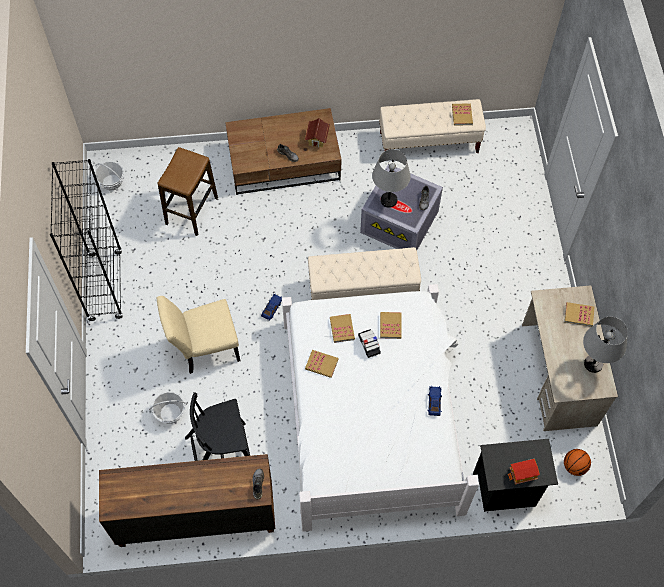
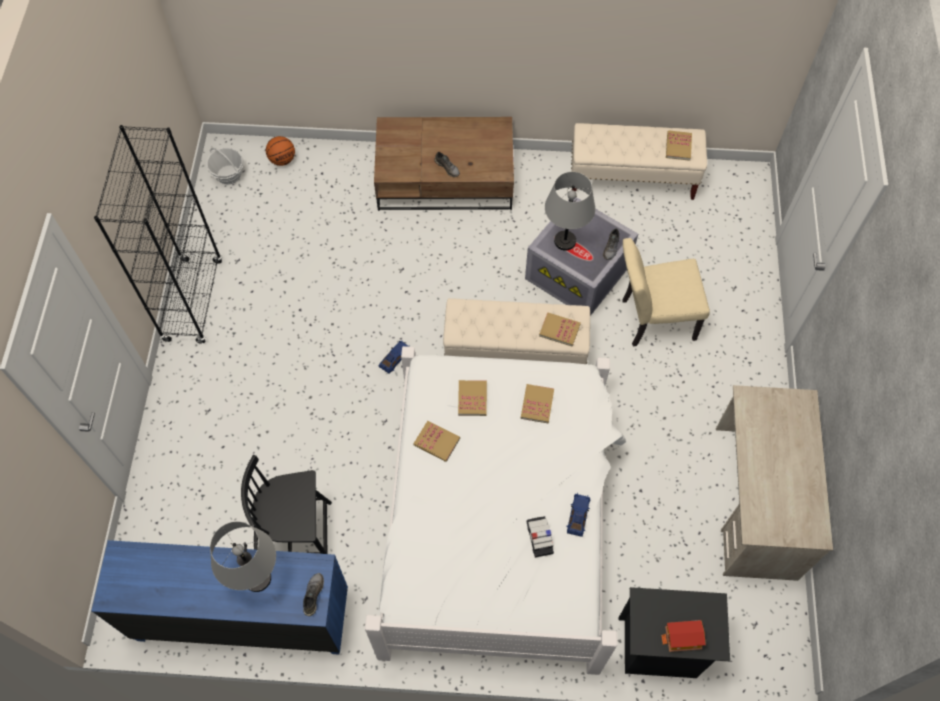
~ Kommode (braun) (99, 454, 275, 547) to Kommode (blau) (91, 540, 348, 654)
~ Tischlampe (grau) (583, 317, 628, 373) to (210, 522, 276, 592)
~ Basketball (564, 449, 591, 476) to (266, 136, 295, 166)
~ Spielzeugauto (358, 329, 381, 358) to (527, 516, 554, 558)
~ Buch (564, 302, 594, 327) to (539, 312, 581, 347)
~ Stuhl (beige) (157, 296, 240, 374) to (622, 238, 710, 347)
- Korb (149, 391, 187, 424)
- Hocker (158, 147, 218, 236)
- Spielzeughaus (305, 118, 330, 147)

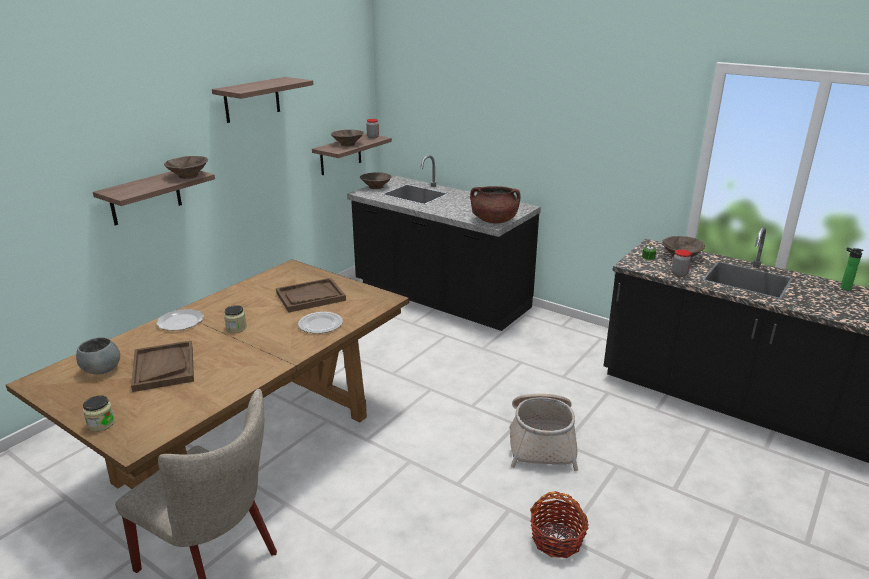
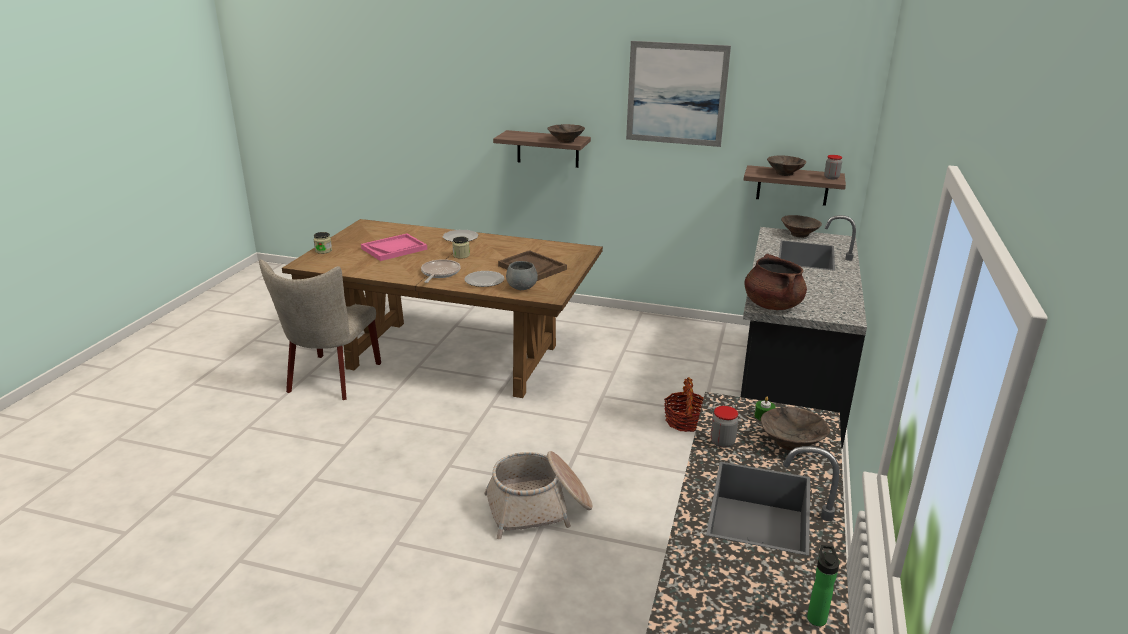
~ Tablett (braun) (131, 341, 194, 392) to Tablett (rosa) (361, 233, 427, 261)
+ Pfanne (421, 259, 461, 283)
~ Schüssel (grau) (76, 337, 120, 375) to (506, 261, 538, 290)
~ Wandregal (212, 77, 314, 123) to Bild (626, 41, 731, 147)
~ Korb (530, 491, 589, 558) to (664, 377, 704, 432)

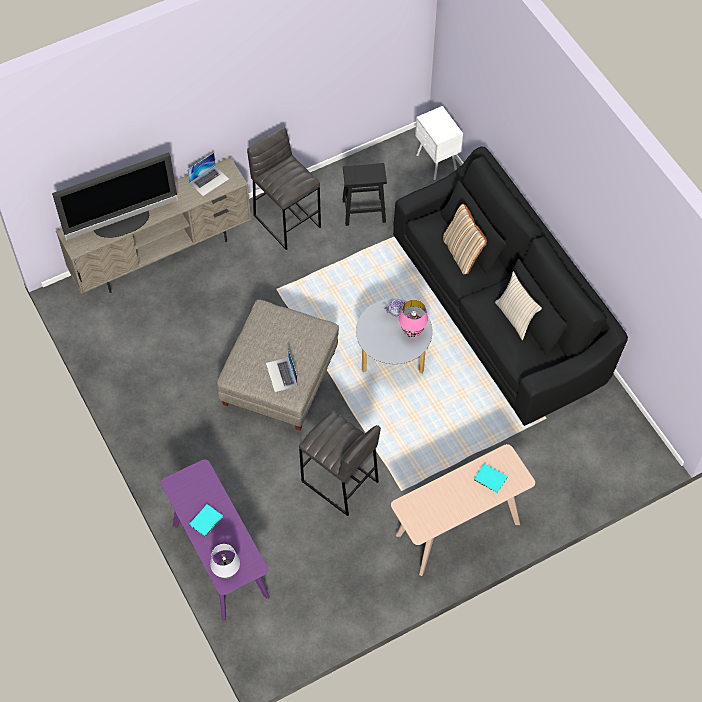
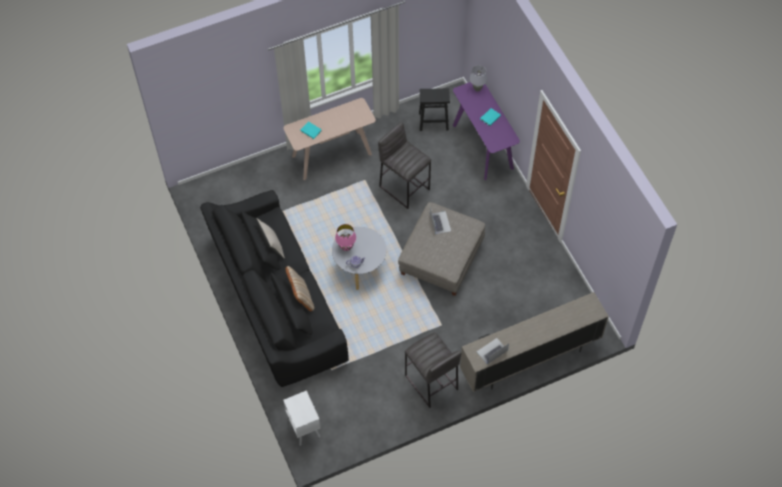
~ Hocker (schwarz) (343, 163, 387, 226) to (419, 88, 450, 131)
- Fernseher (52, 152, 178, 241)

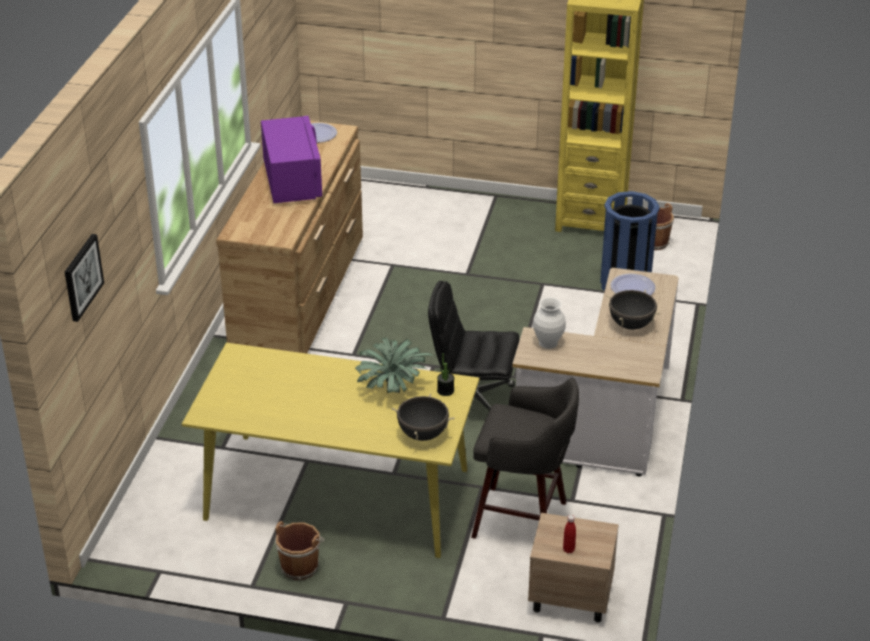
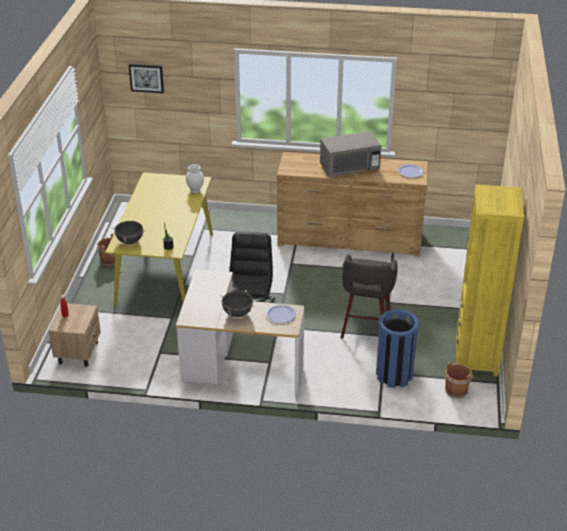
~ Vase (weiß) (533, 297, 566, 349) to (186, 164, 204, 193)
~ Mikrowelle (lila) (261, 116, 322, 203) to Mikrowelle (grau) (320, 131, 382, 177)
~ Hocker (grau) (471, 378, 579, 539) to (341, 254, 398, 339)
- Topfpflanze (355, 338, 434, 393)

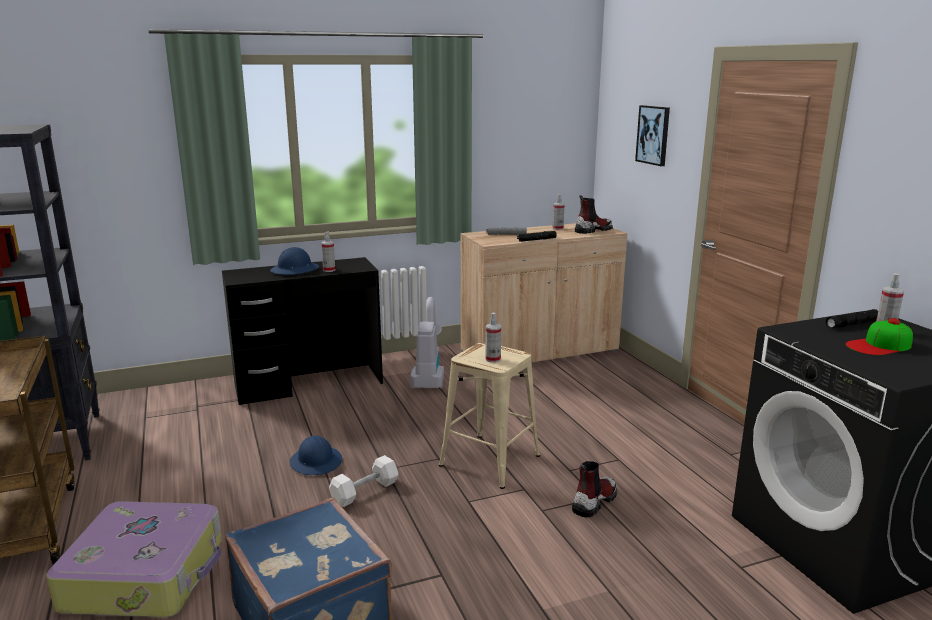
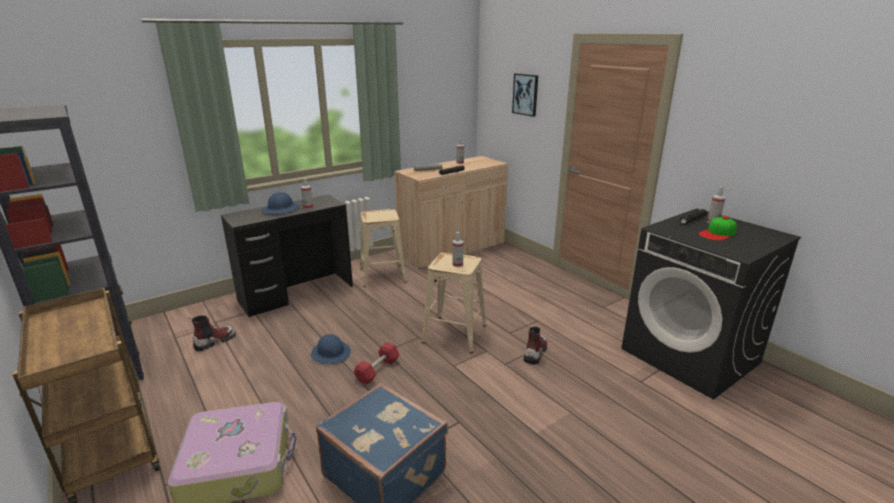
~ Stiefel (575, 195, 613, 234) to (188, 315, 236, 351)
~ Hantel (weiß) (329, 455, 399, 507) to Hantel (rot) (354, 342, 400, 385)
~ Staubsauger (410, 297, 444, 388) to Hocker (beige) (360, 209, 407, 287)

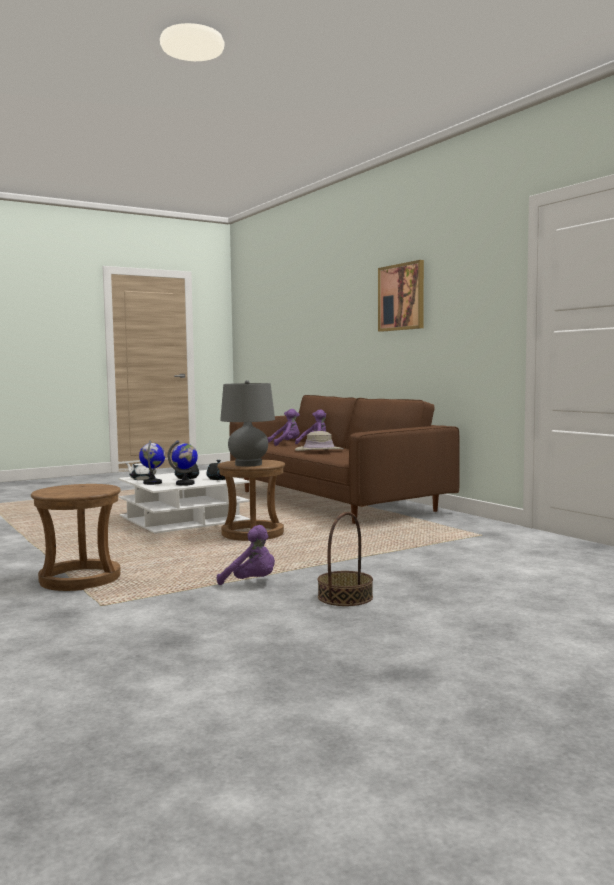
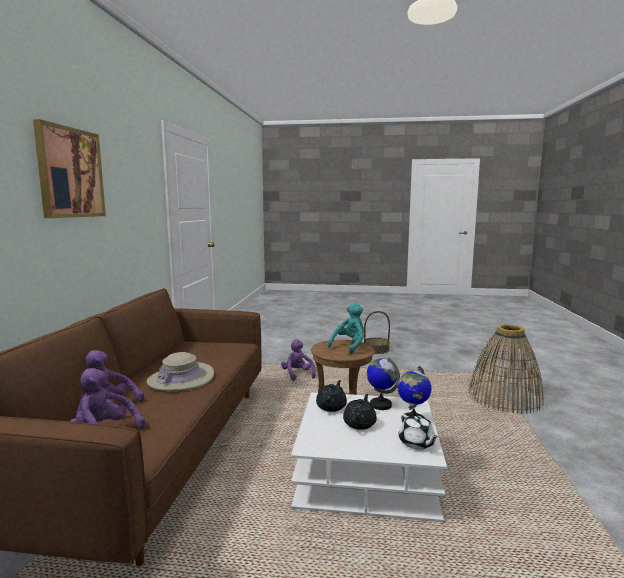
~ Plüschtier (lila) (217, 525, 275, 585) to (281, 339, 316, 381)
~ Tischlampe (grau) (220, 380, 275, 466) to Plüschtier (türkis) (328, 303, 364, 354)
~ Hocker (braun) (31, 484, 121, 591) to Korb (468, 324, 544, 414)

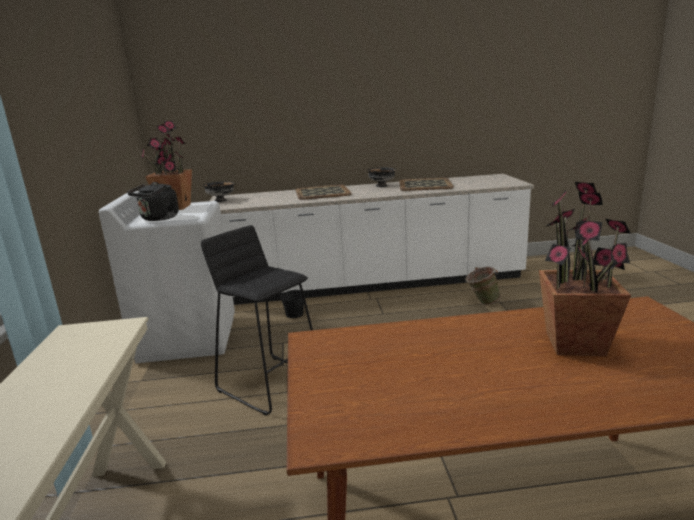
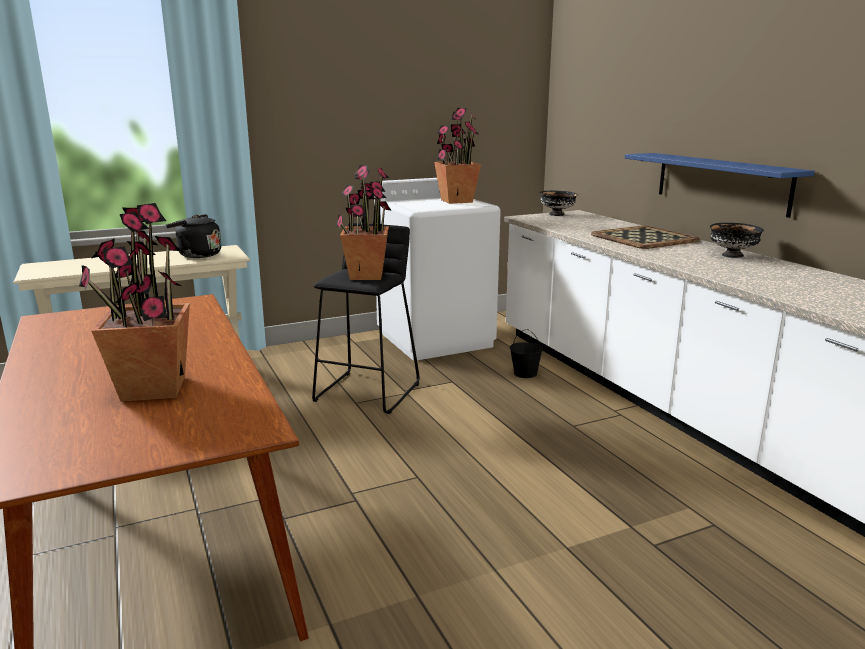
~ Wasserkessel (schwarz) (127, 182, 179, 221) to (166, 214, 221, 258)
+ Topfpflanze (336, 165, 391, 280)
+ Wandregal (blau) (625, 153, 815, 218)
- Tablett (399, 178, 454, 191)
- Eimer (grün) (465, 266, 501, 305)

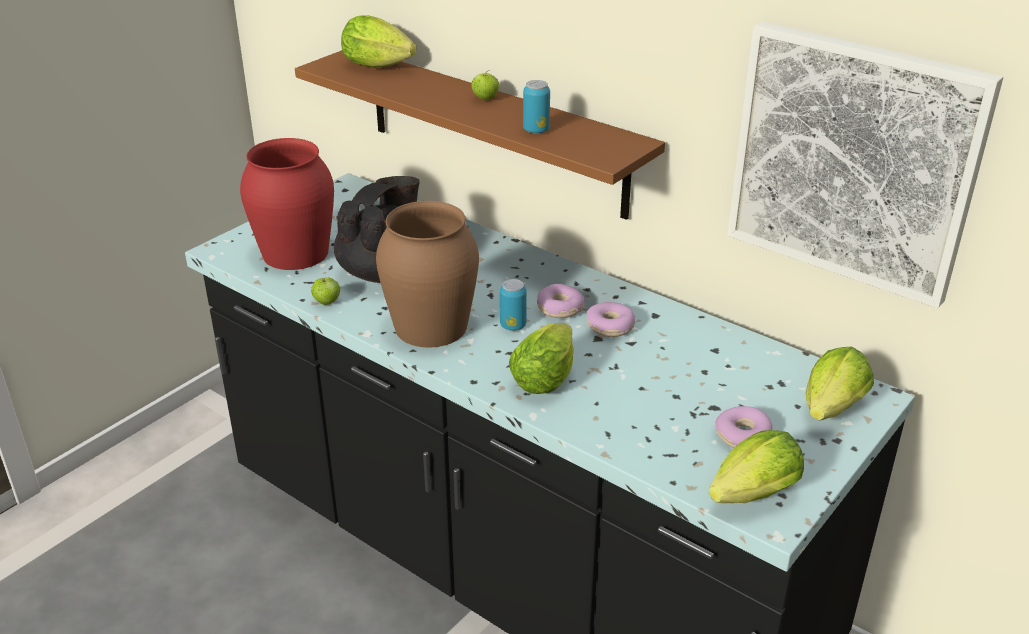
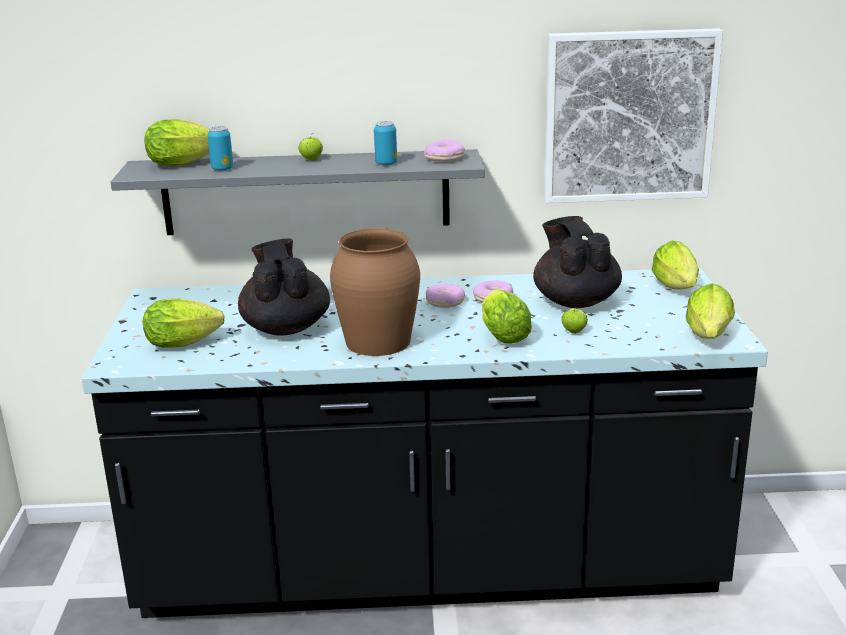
~ Wandregal (braun) (295, 50, 665, 220) to Wandregal (grau) (110, 149, 485, 235)
~ Vase (rot) (240, 138, 334, 270) to Salatkopf (143, 299, 225, 348)
~ Dose (500, 279, 527, 331) to (207, 126, 233, 171)
~ Donut (715, 406, 772, 448) to (424, 139, 465, 162)
+ Teekanne (schwarz) (533, 216, 622, 308)
~ Apfel (311, 278, 340, 305) to (561, 307, 588, 334)

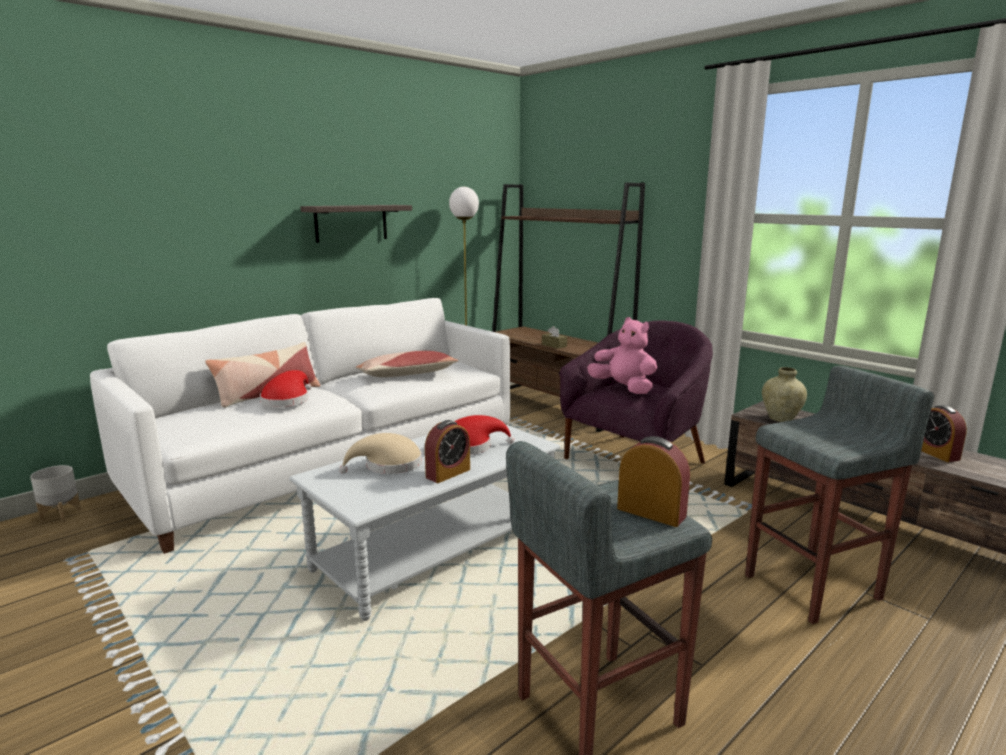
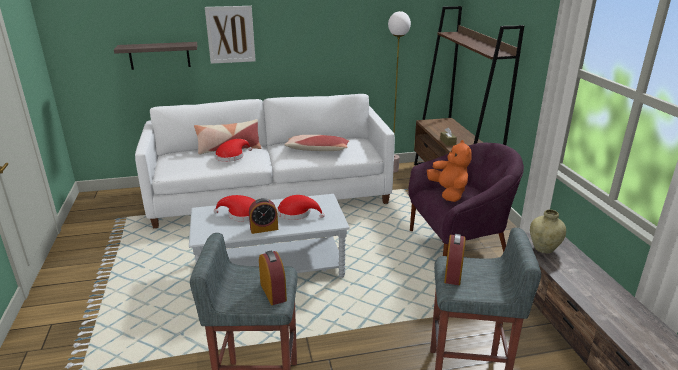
~ Wandregal (300, 205, 412, 243) to (114, 42, 197, 70)
+ Bild (205, 6, 256, 64)
~ Hut (beige) (339, 433, 422, 474) to Hut (rot) (214, 195, 256, 222)
~ Plüschtier (rosa) (587, 317, 657, 394) to Plüschtier (orange) (427, 140, 472, 202)
~ Wecker (921, 405, 967, 462) to (444, 234, 466, 285)
- Pflanzkübel (grau) (30, 465, 81, 522)

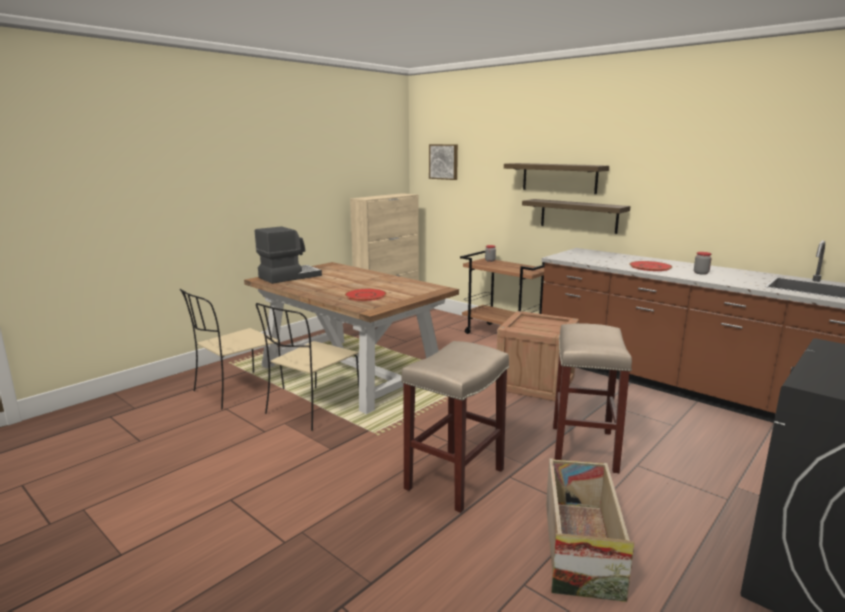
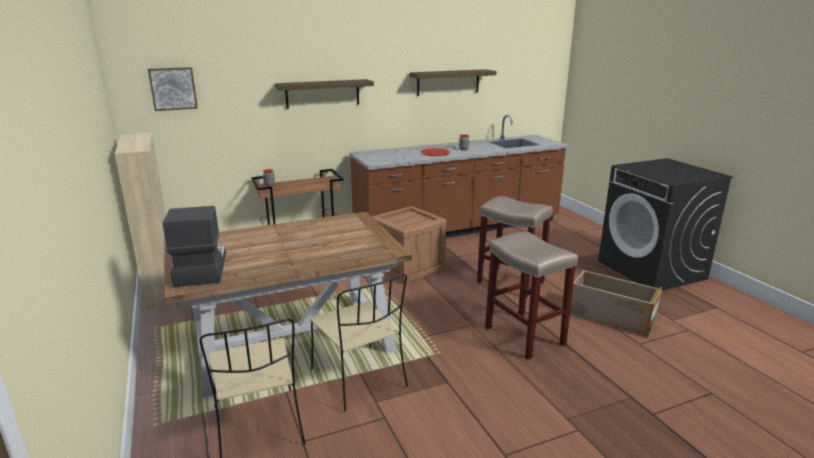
~ Wandregal (522, 199, 631, 234) to (409, 69, 497, 96)
- Teller (rot) (345, 288, 386, 301)

